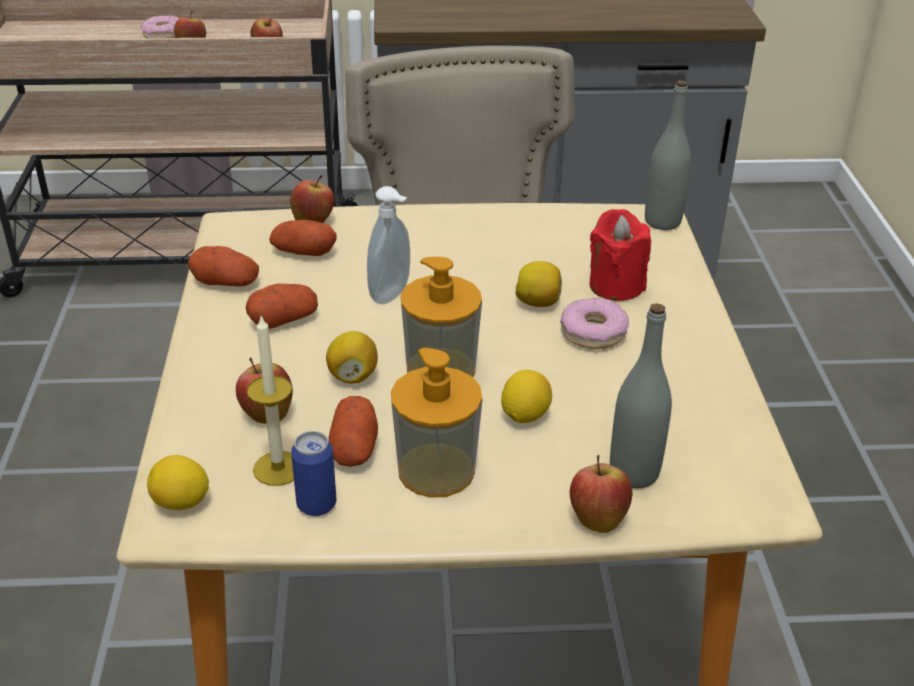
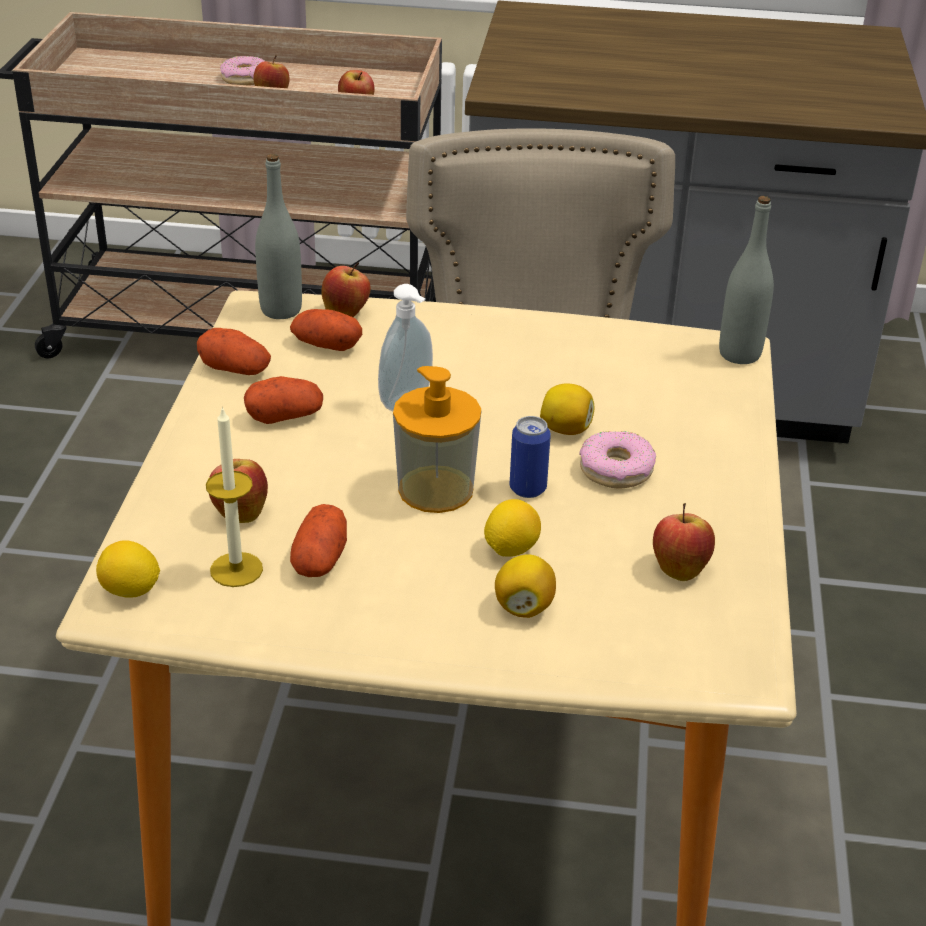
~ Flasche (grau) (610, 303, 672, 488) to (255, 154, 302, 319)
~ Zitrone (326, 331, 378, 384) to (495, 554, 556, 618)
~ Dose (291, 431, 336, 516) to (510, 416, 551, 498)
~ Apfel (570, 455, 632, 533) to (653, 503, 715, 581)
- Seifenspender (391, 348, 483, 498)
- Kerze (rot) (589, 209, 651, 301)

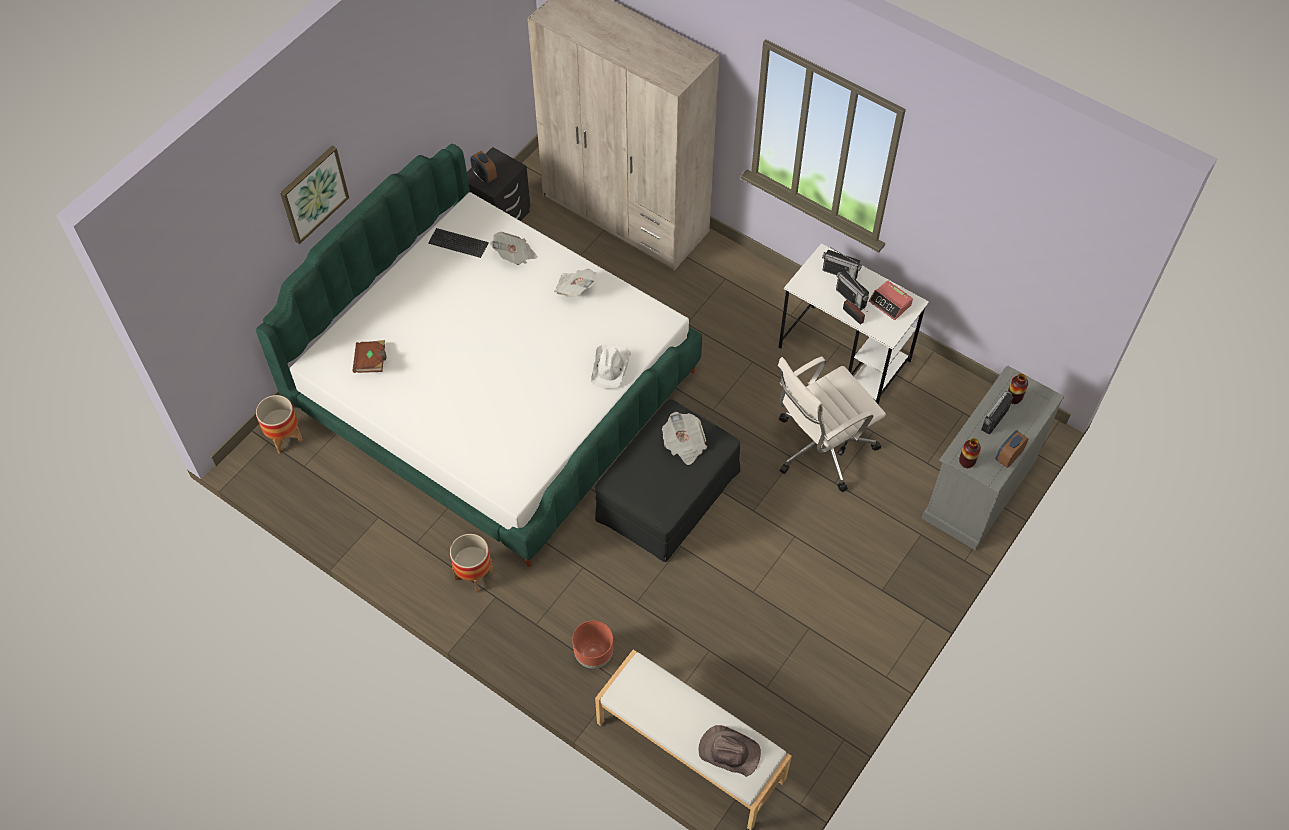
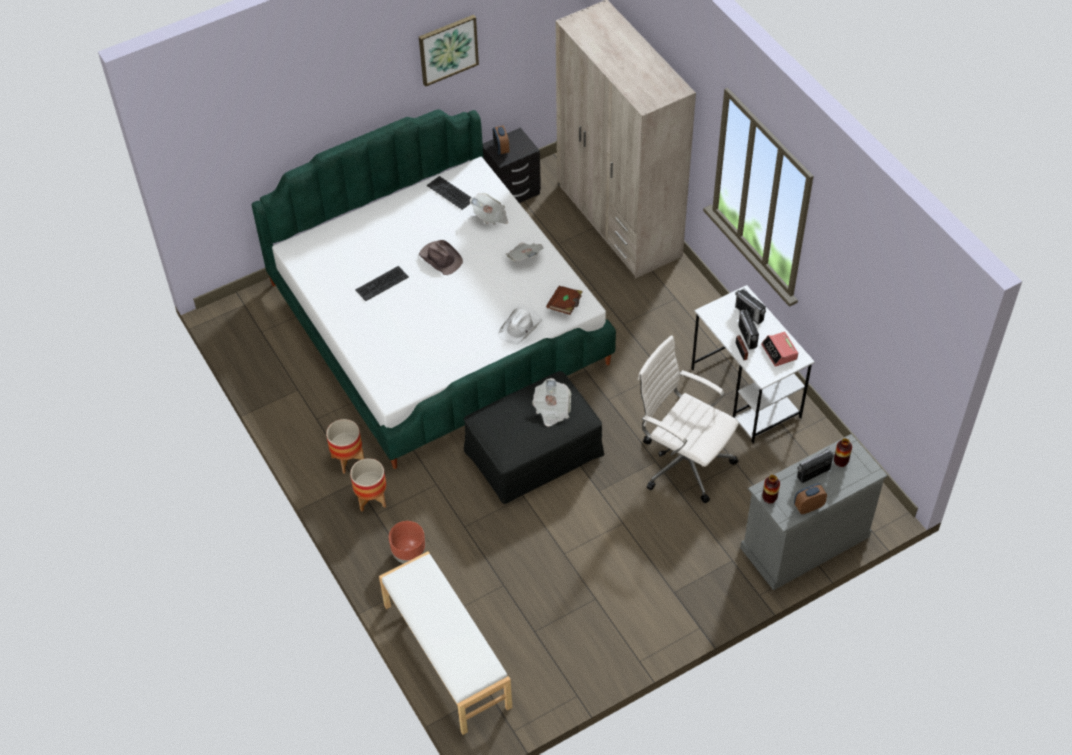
~ Pflanzkübel (256, 395, 303, 454) to (350, 458, 386, 511)
+ Tastatur (355, 266, 409, 301)
~ Bild (280, 146, 349, 244) to (419, 15, 479, 87)
~ Hut (braun) (698, 725, 761, 777) to (419, 240, 463, 275)
~ Buch (braun) (353, 340, 386, 373) to (546, 286, 583, 315)
~ Bürostuhl (weiß) (778, 357, 886, 492) = (638, 335, 739, 504) 45 degrees clockwise

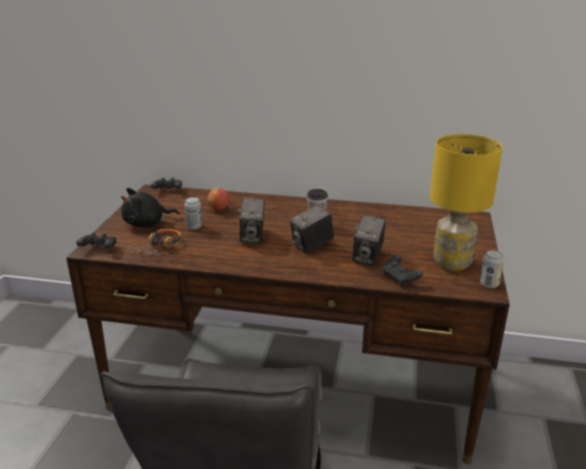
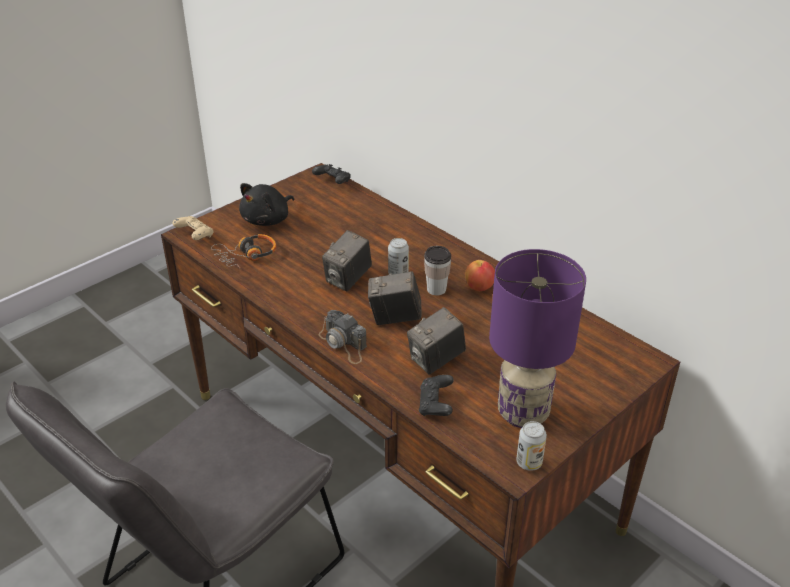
~ Gamepad (schwarz) (76, 233, 117, 249) to Gamepad (beige) (172, 216, 213, 240)
~ Plüschtier (schwarz) (121, 188, 179, 227) = (239, 183, 294, 226) 60 degrees counterclockwise
+ Kamera (319, 310, 367, 364)
~ Dose (184, 197, 202, 229) to (388, 238, 409, 275)
~ Apfel (207, 188, 230, 211) to (465, 260, 495, 291)
~ Tischlampe (gelb) (430, 134, 503, 271) to Tischlampe (lila) (489, 249, 586, 428)

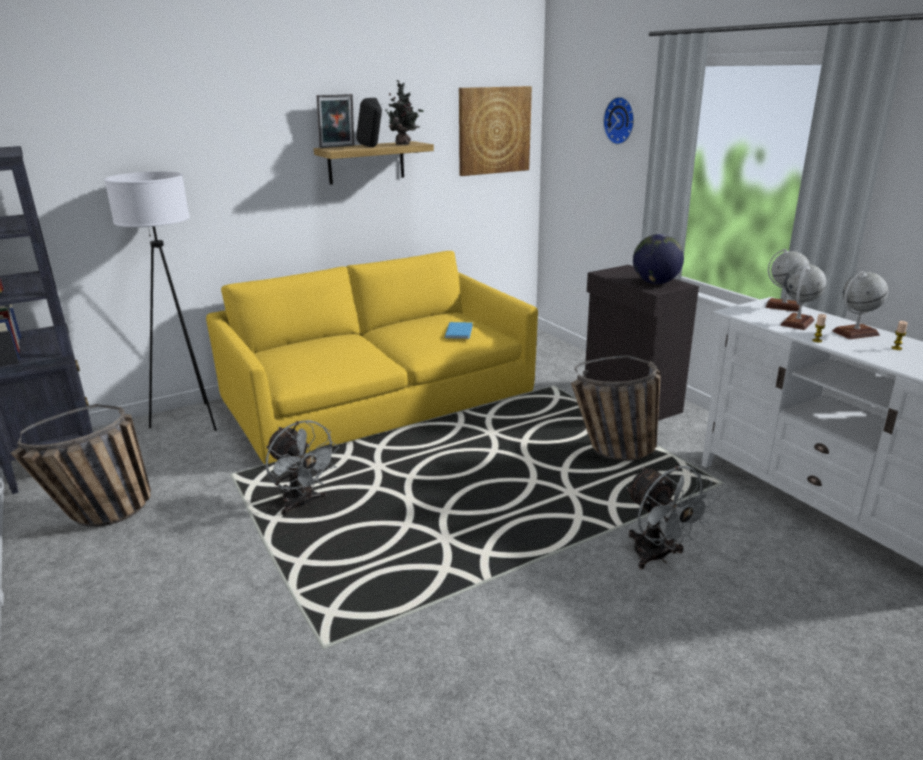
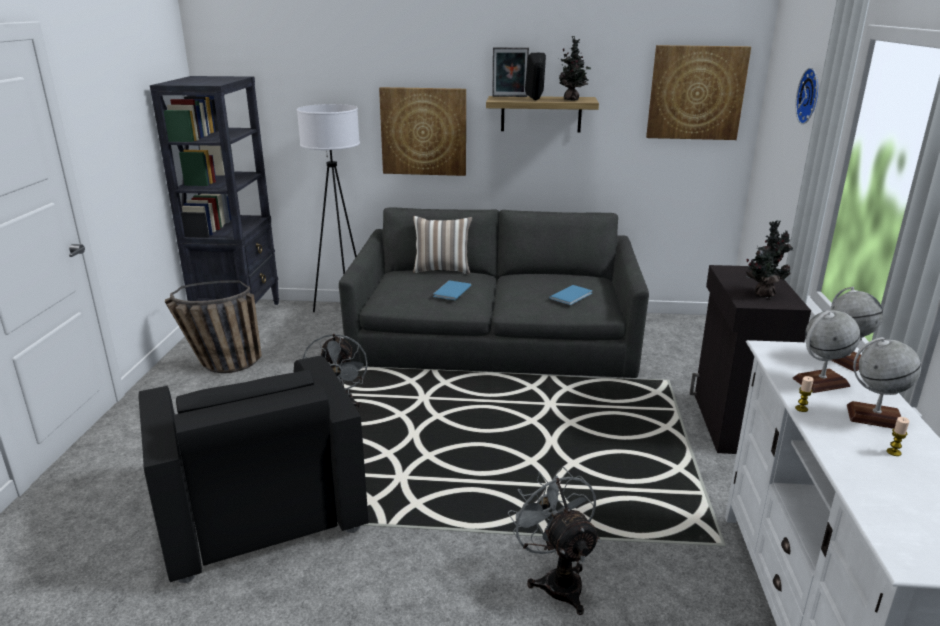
+ Sessel (schwarz) (139, 355, 368, 583)
~ Sofa (gelb) (206, 251, 538, 464) to Sofa (grau) (339, 207, 649, 378)
+ Bild (379, 87, 466, 176)
+ Kissen (413, 216, 472, 274)
+ Buch (blau) (433, 280, 471, 300)
~ Ventilator (grau) (626, 466, 716, 569) = (508, 467, 601, 615) 150 degrees clockwise
~ Globus (633, 234, 684, 284) to Topfpflanze (744, 220, 793, 298)
- Korb (571, 355, 661, 461)

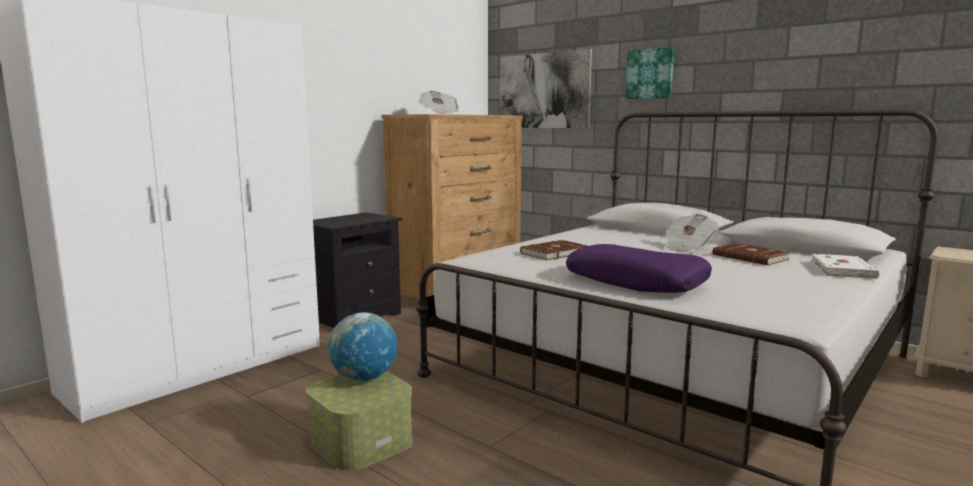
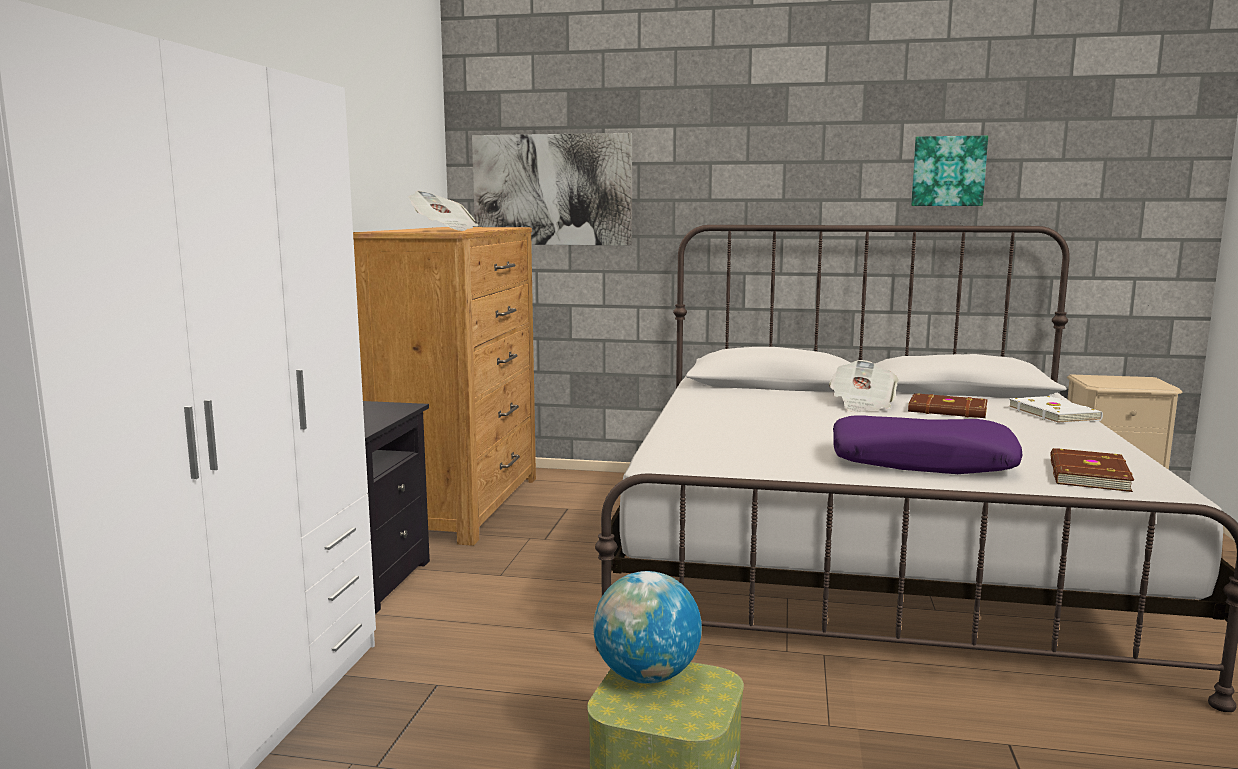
~ Bild (625, 47, 674, 99) to (911, 136, 988, 206)
~ Buch (braun) (520, 240, 588, 260) to (1050, 448, 1134, 492)

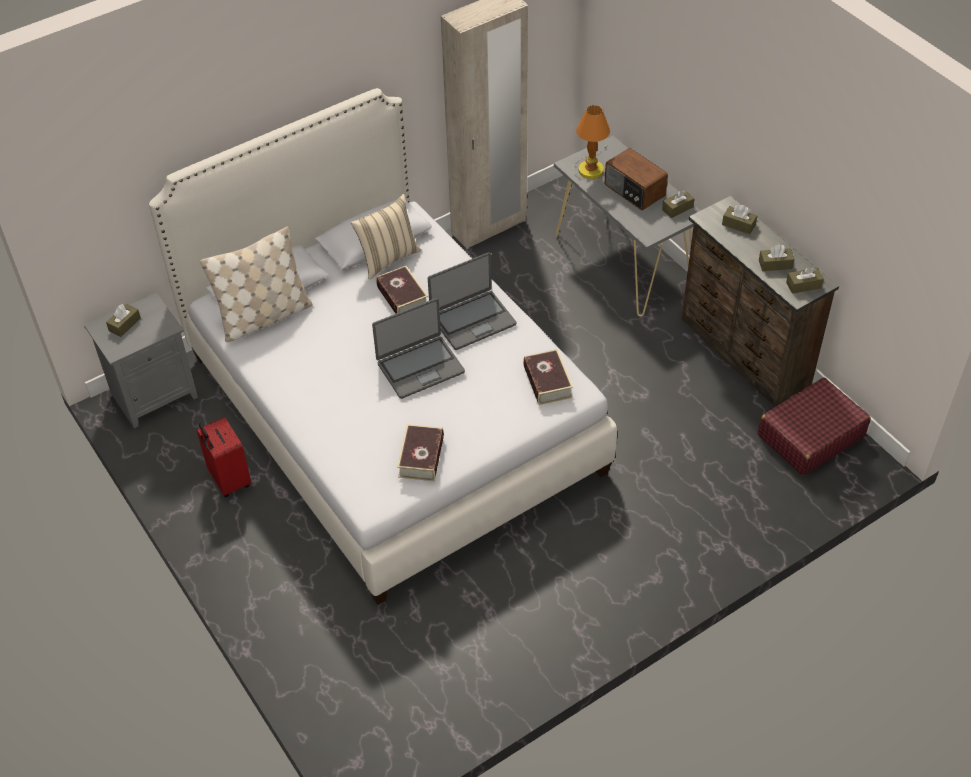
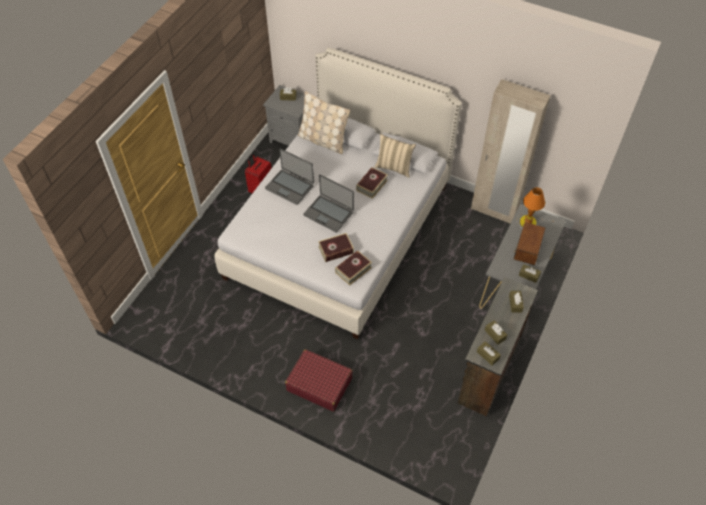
~ Laptop (428, 252, 516, 350) to (265, 149, 314, 205)
~ Koffer (rot) (758, 378, 871, 475) to (285, 349, 353, 412)
~ Buch (397, 424, 444, 481) to (318, 233, 354, 262)

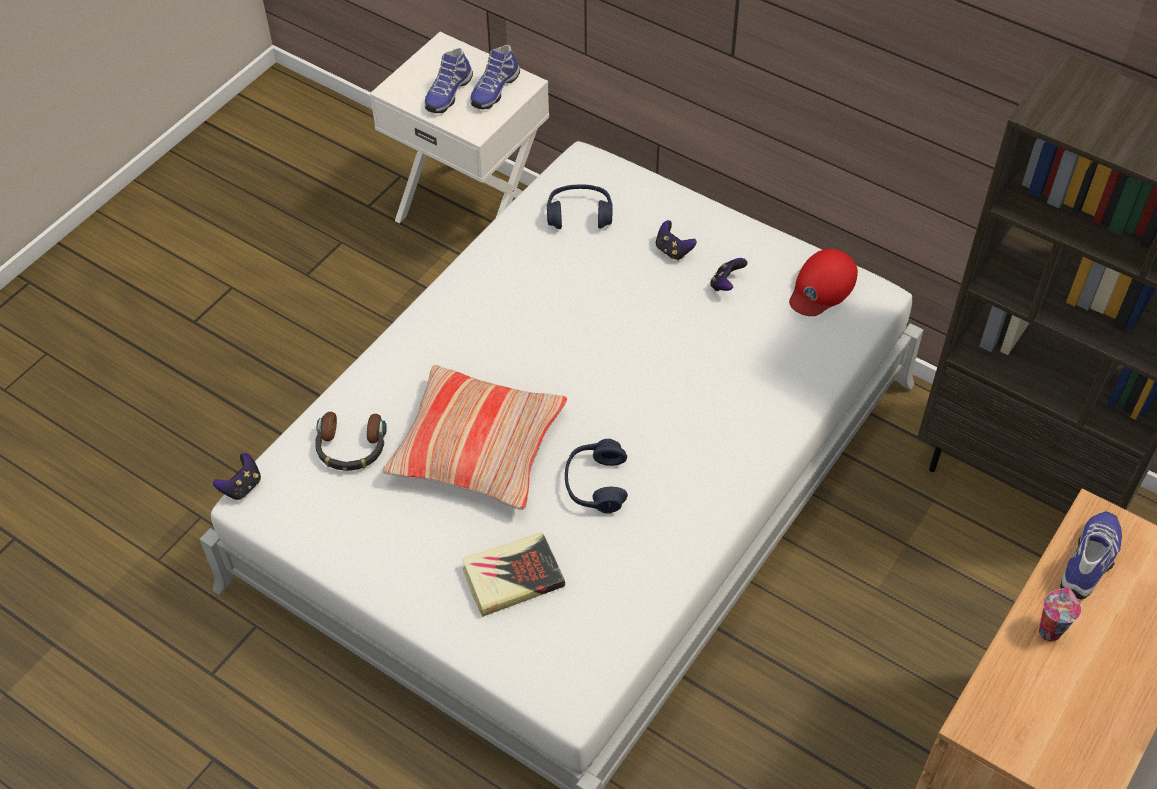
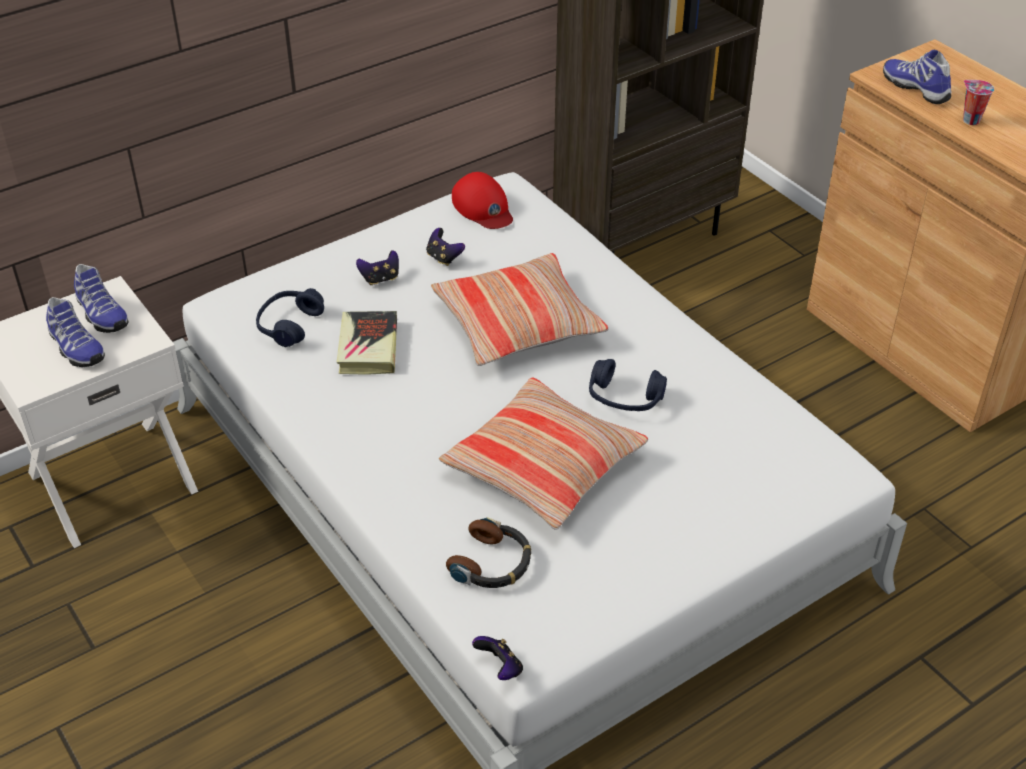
~ Buch (462, 532, 565, 617) to (337, 311, 397, 375)
+ Kissen (431, 253, 608, 366)

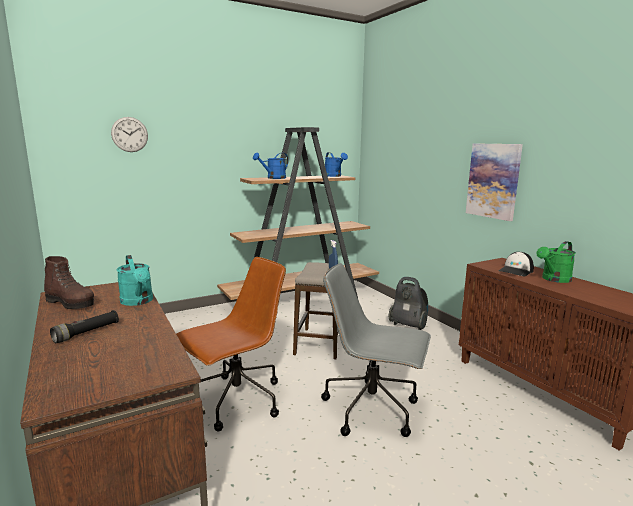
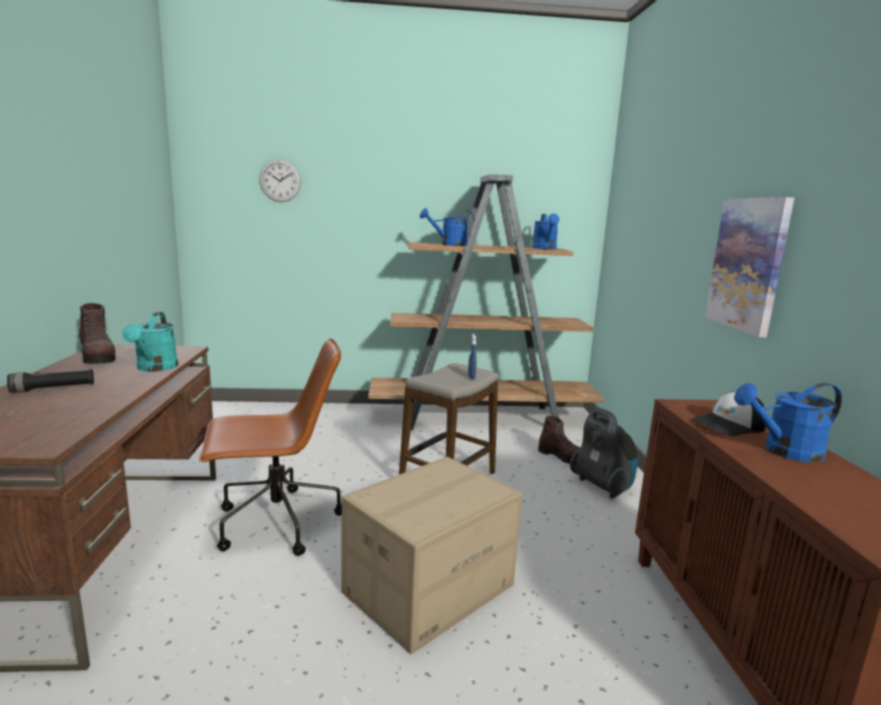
~ Bürostuhl (grau) (321, 263, 431, 437) to Karton (341, 457, 522, 654)
+ Stiefel (braun) (538, 416, 581, 464)
~ Gießkanne (grün) (536, 241, 576, 283) to Gießkanne (blau) (734, 383, 842, 463)

